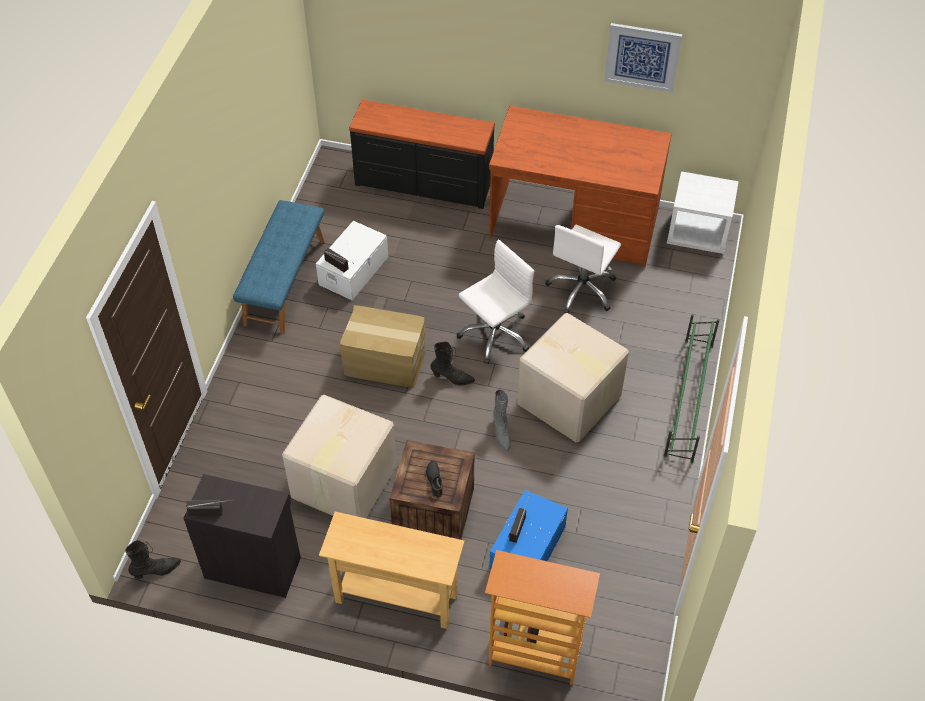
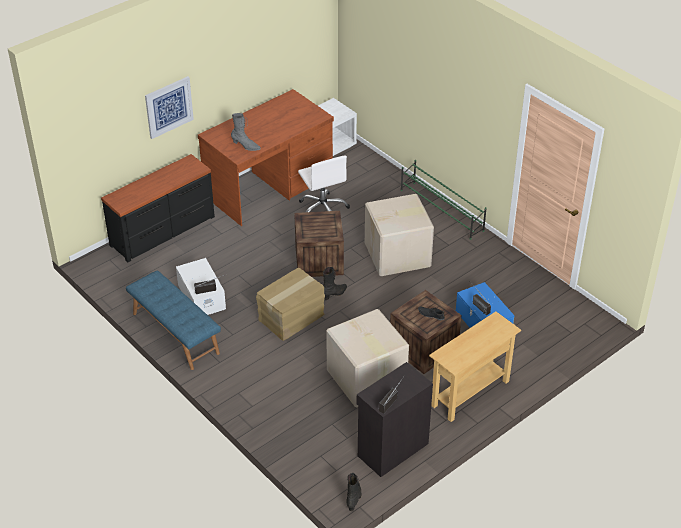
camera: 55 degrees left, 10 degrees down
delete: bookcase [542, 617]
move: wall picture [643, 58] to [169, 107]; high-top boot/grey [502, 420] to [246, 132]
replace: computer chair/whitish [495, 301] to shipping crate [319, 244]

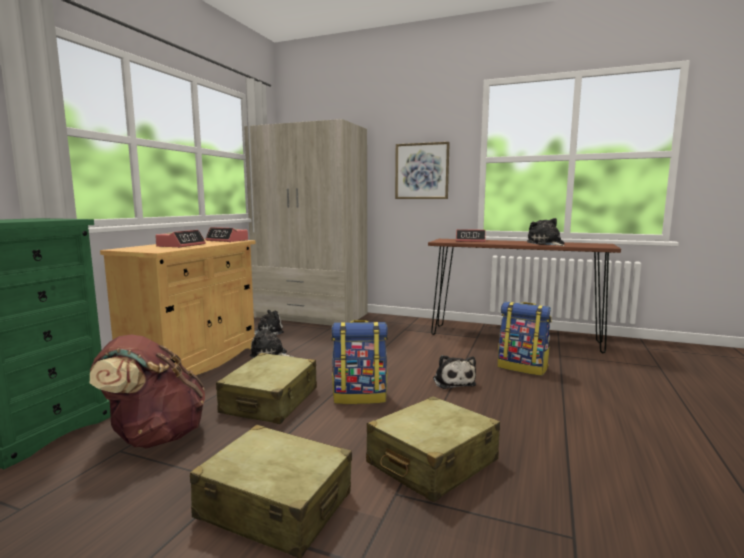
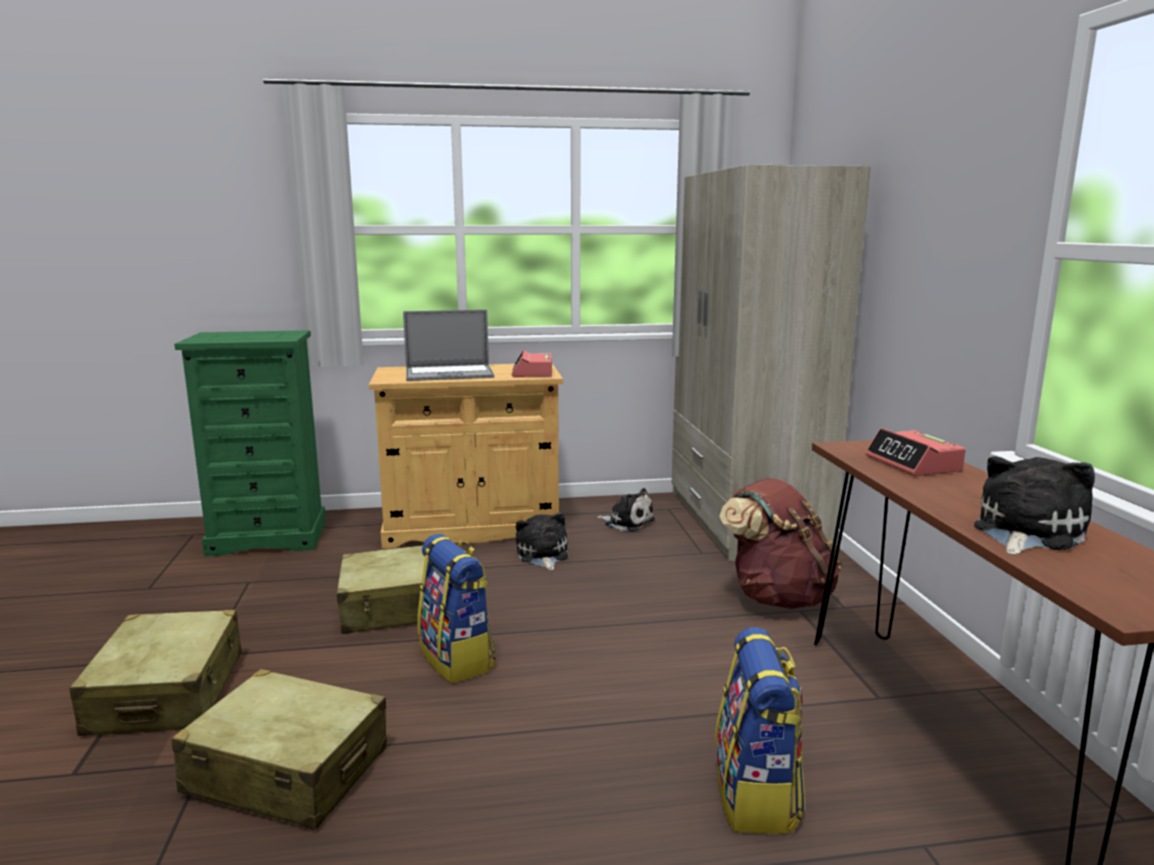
camera: 60 degrees right, 5 degrees up
delete: wall picture [422, 170]; cuddly toy [454, 372]
move: backpack/brown [147, 391] to [781, 543]
replace: table clock [180, 239] to notebook computer [448, 345]

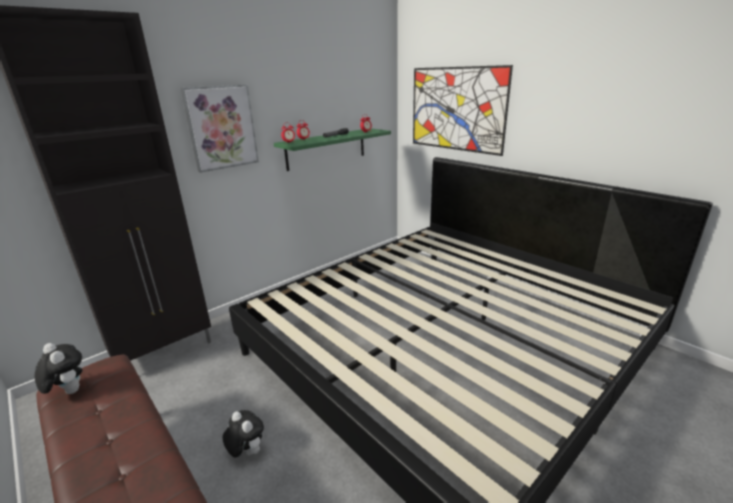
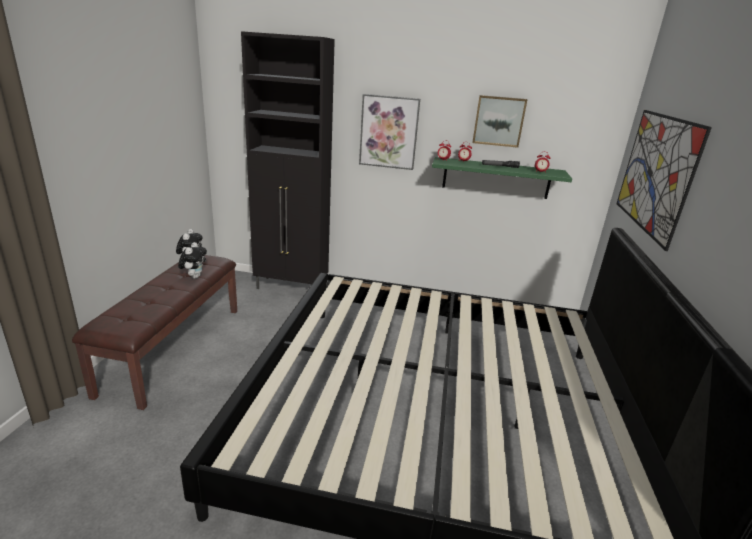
camera: 50 degrees right, 0 degrees up
insert: wall picture [499, 121]
move: cuddly toy [243, 434] to [192, 260]

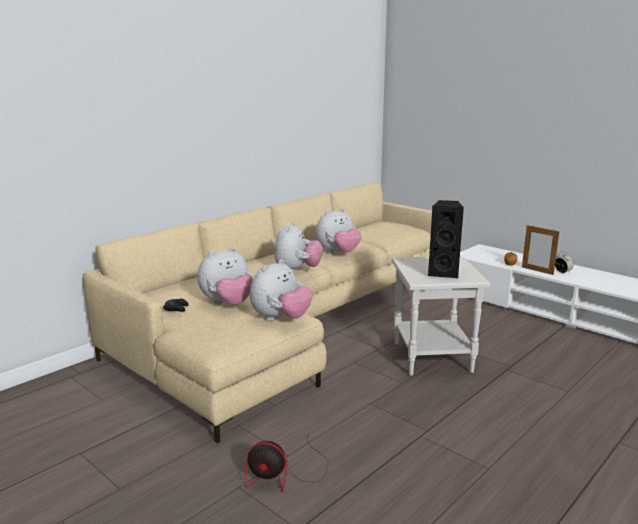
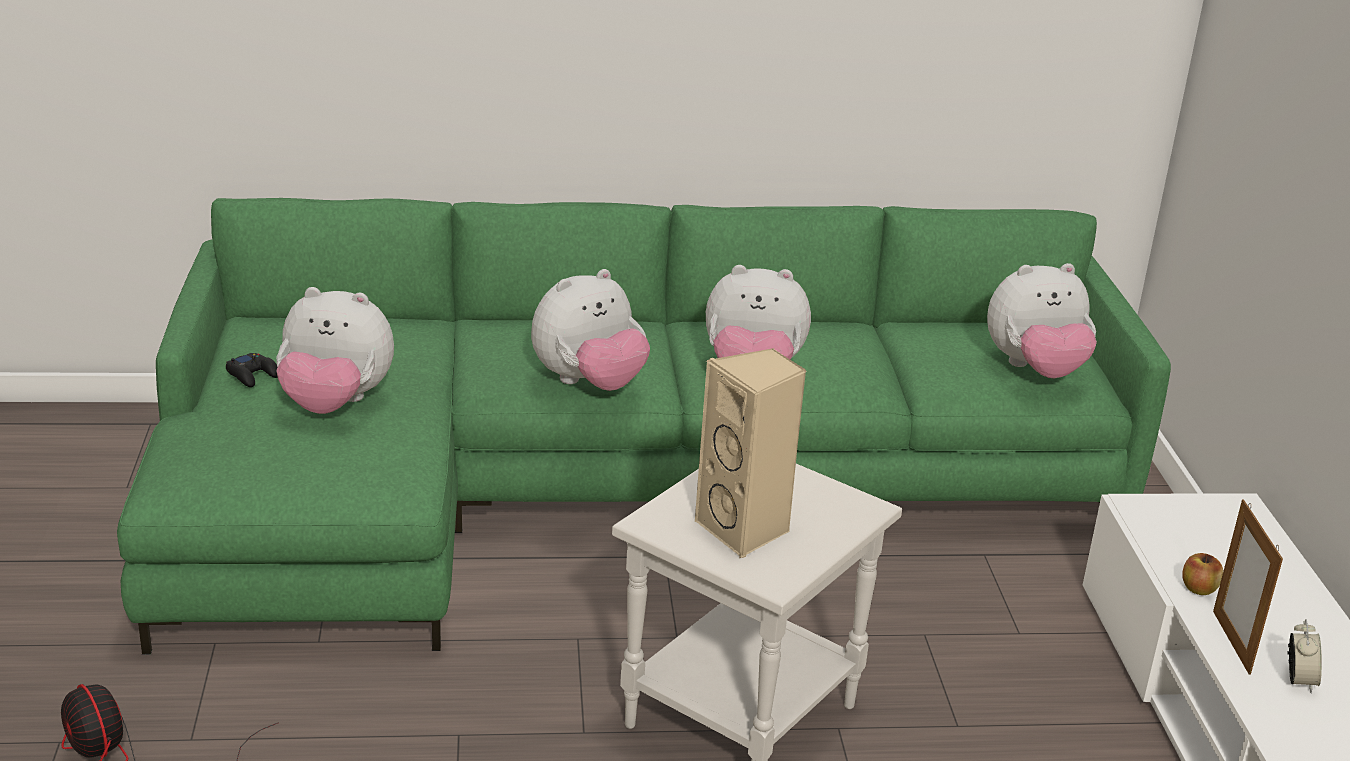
camera: 40 degrees right, 10 degrees up
move: cuddly toy [281, 290] to [1042, 320]
recolor: couch/beige-coloured [257, 313] to couch/green [644, 426]; loudspeaker/blackish [446, 239] to loudspeaker/beige-coloured [750, 453]

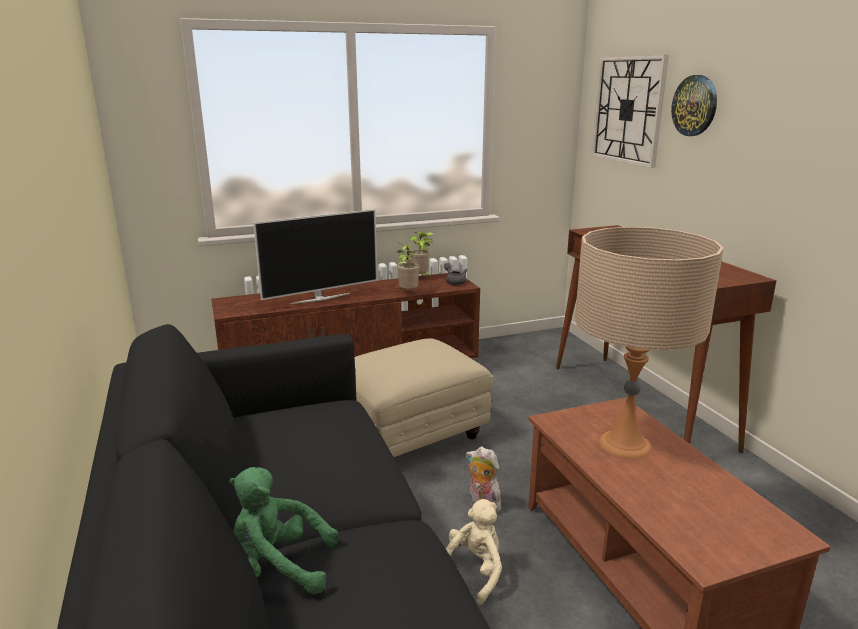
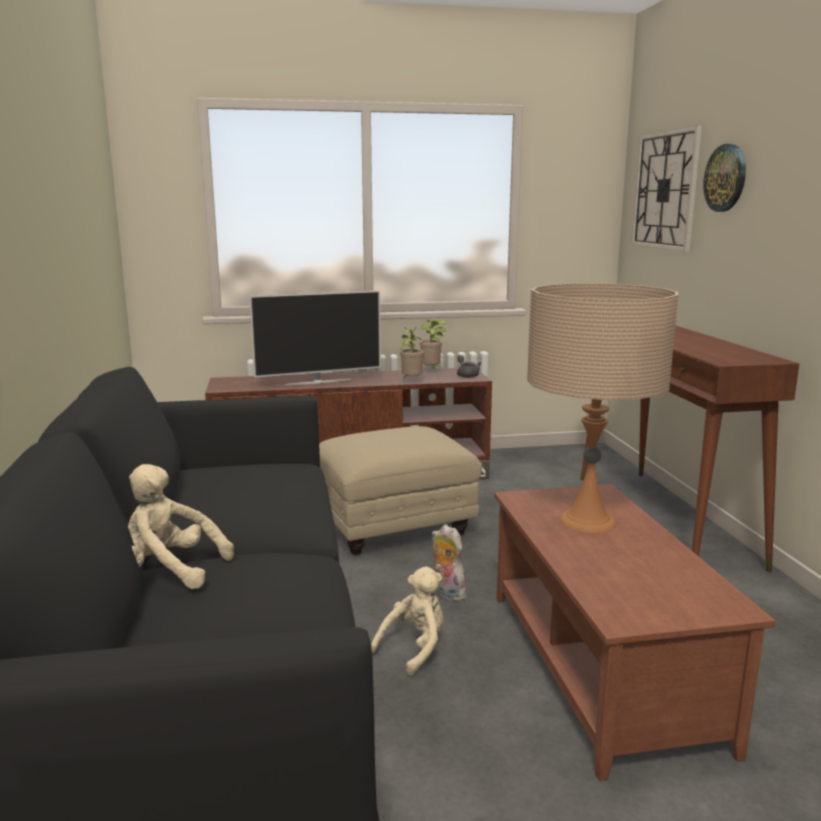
camera: 10 degrees right, 5 degrees down
recolor: cuddly toy/green [284, 530] to cuddly toy/beige-coloured [181, 526]

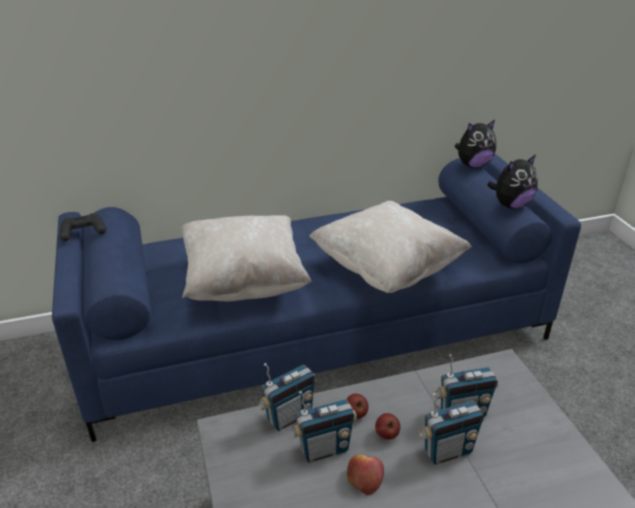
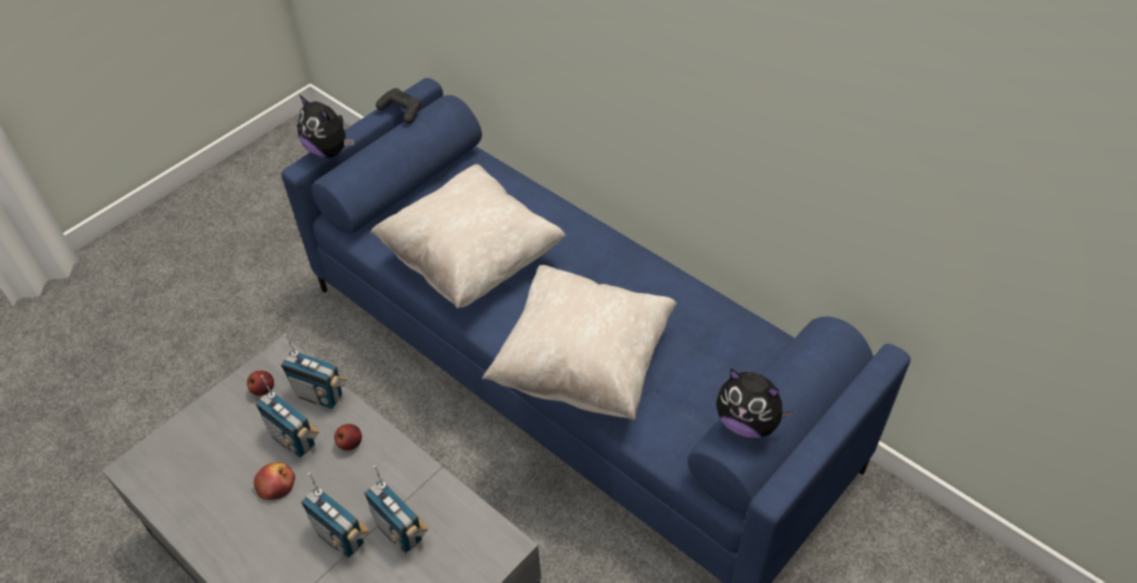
camera: 60 degrees right, 15 degrees up
move: cuddly toy [475, 144] to [325, 126]; whole apple [387, 426] to [260, 383]

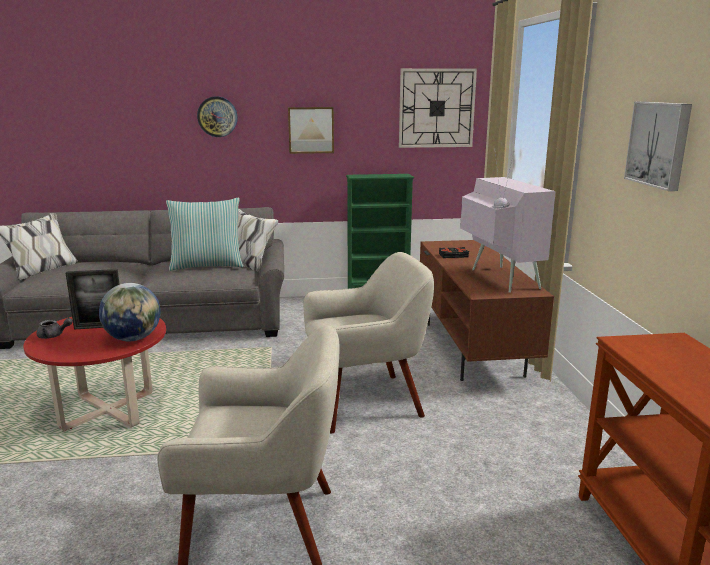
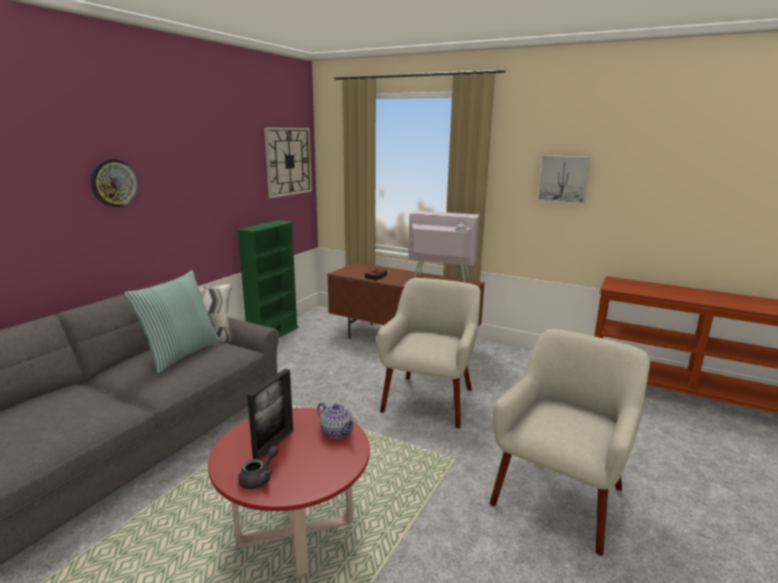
camera: 55 degrees left, 0 degrees up
delete: wall picture [311, 130]
replace: world globe [130, 312] to tea pot [336, 420]

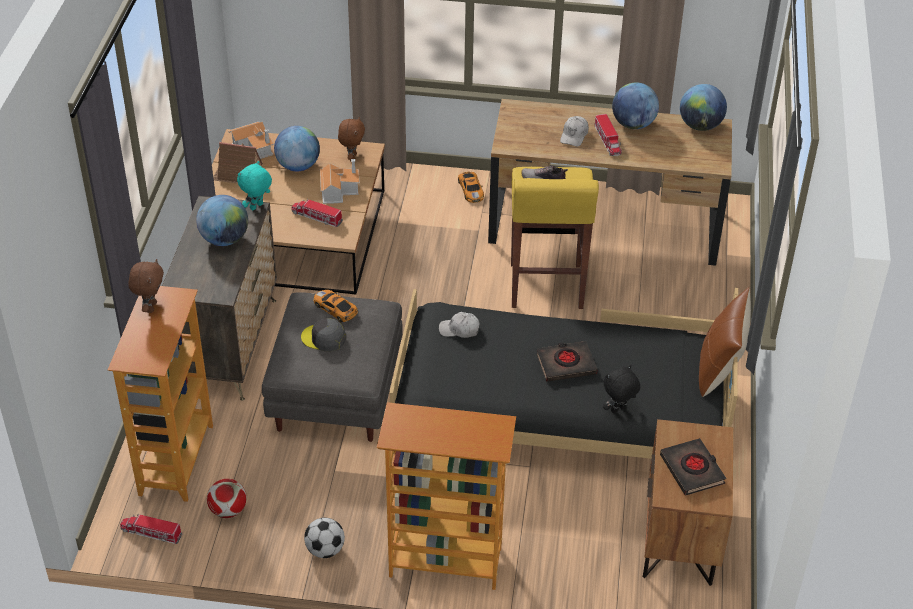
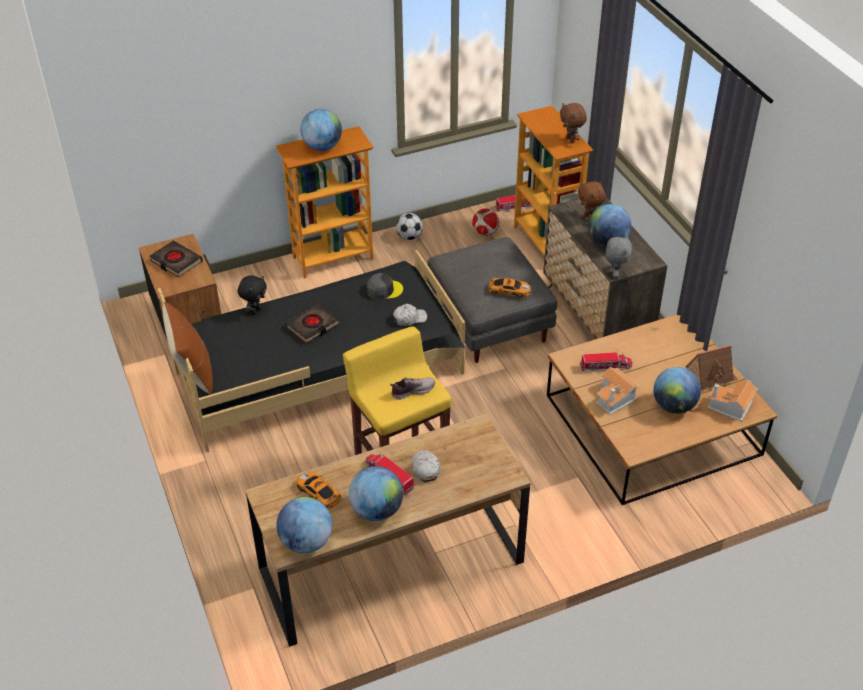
camera: 150 degrees right, 0 degrees up
insert: world globe [321, 130]
move: cuddly toy/brown [351, 139] to [592, 201]; miniature car [471, 187] to [318, 490]; cap/grey [323, 335] to [385, 286]
recolor: cuddly toy/turquoise-coloured [254, 185] to cuddly toy/grey [619, 257]

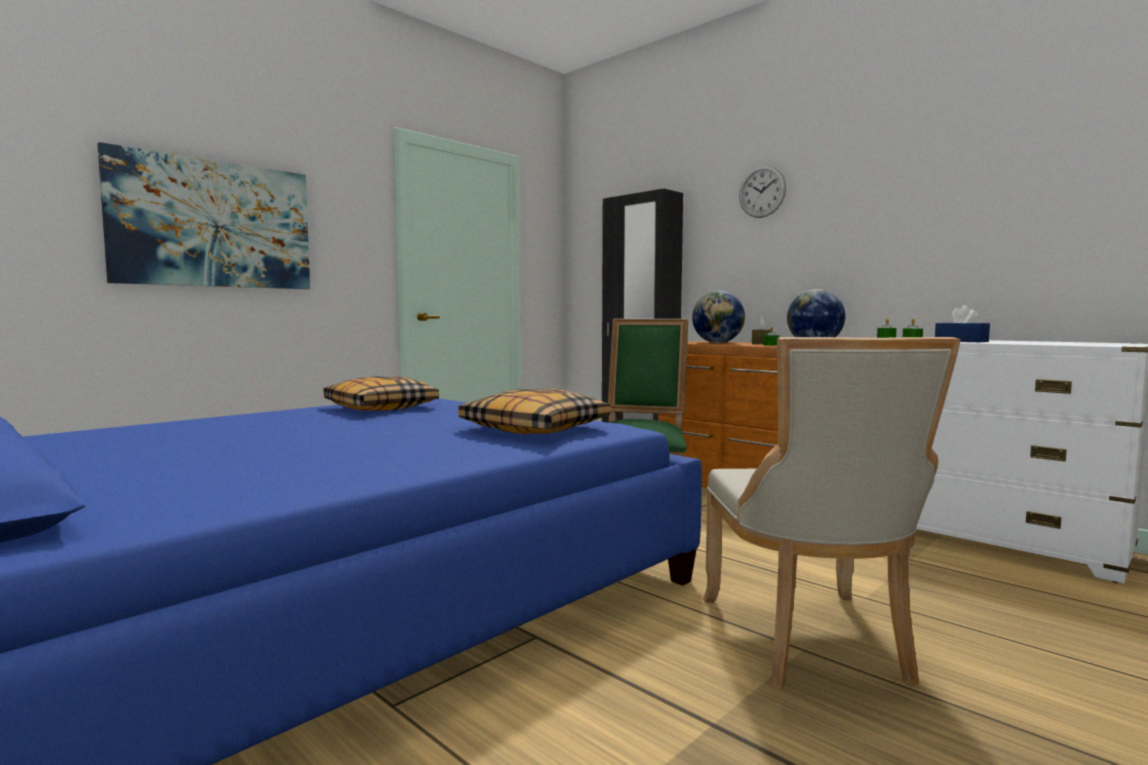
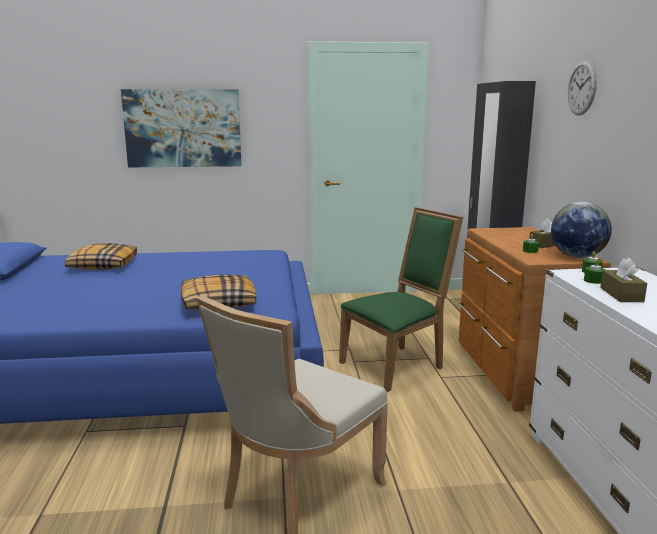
camera: 40 degrees right, 10 degrees up
delete: world globe [718, 317]
move: cushion [381, 393] to [101, 256]
recolor: tissue box/bluish [962, 323] to tissue box/brown [623, 280]

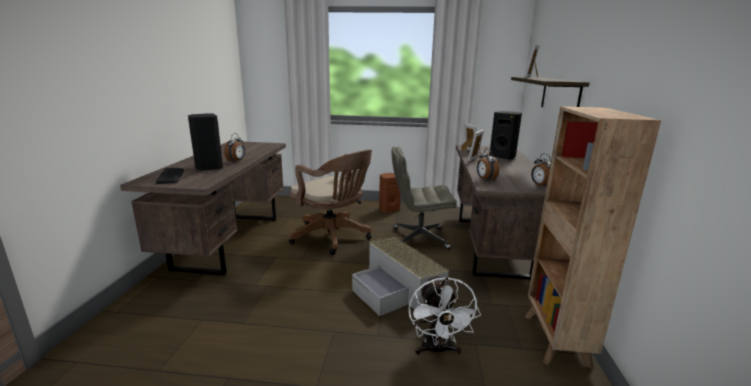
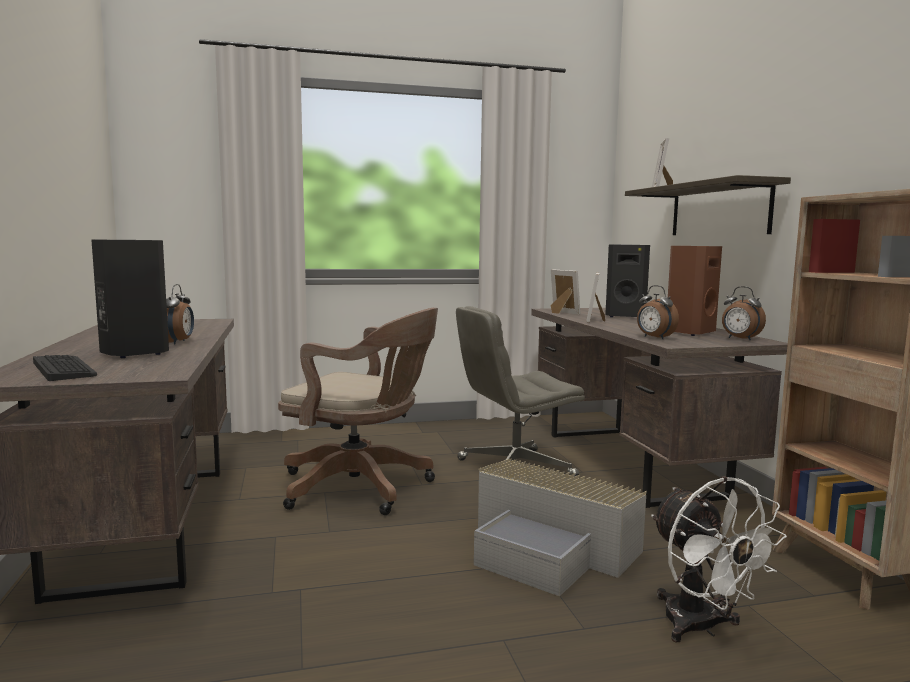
camera: 20 degrees left, 10 degrees down
move: loudspeaker/brown [390, 193] to [695, 291]

